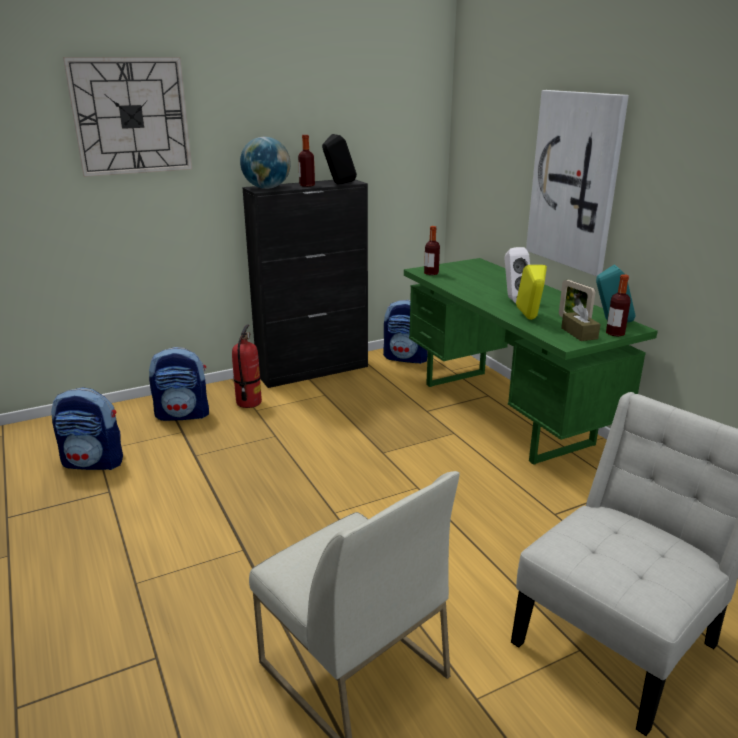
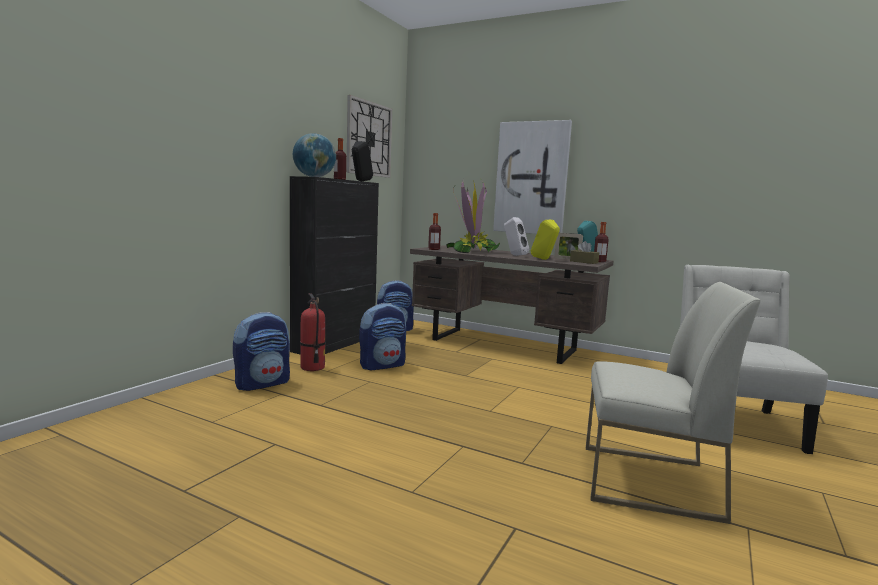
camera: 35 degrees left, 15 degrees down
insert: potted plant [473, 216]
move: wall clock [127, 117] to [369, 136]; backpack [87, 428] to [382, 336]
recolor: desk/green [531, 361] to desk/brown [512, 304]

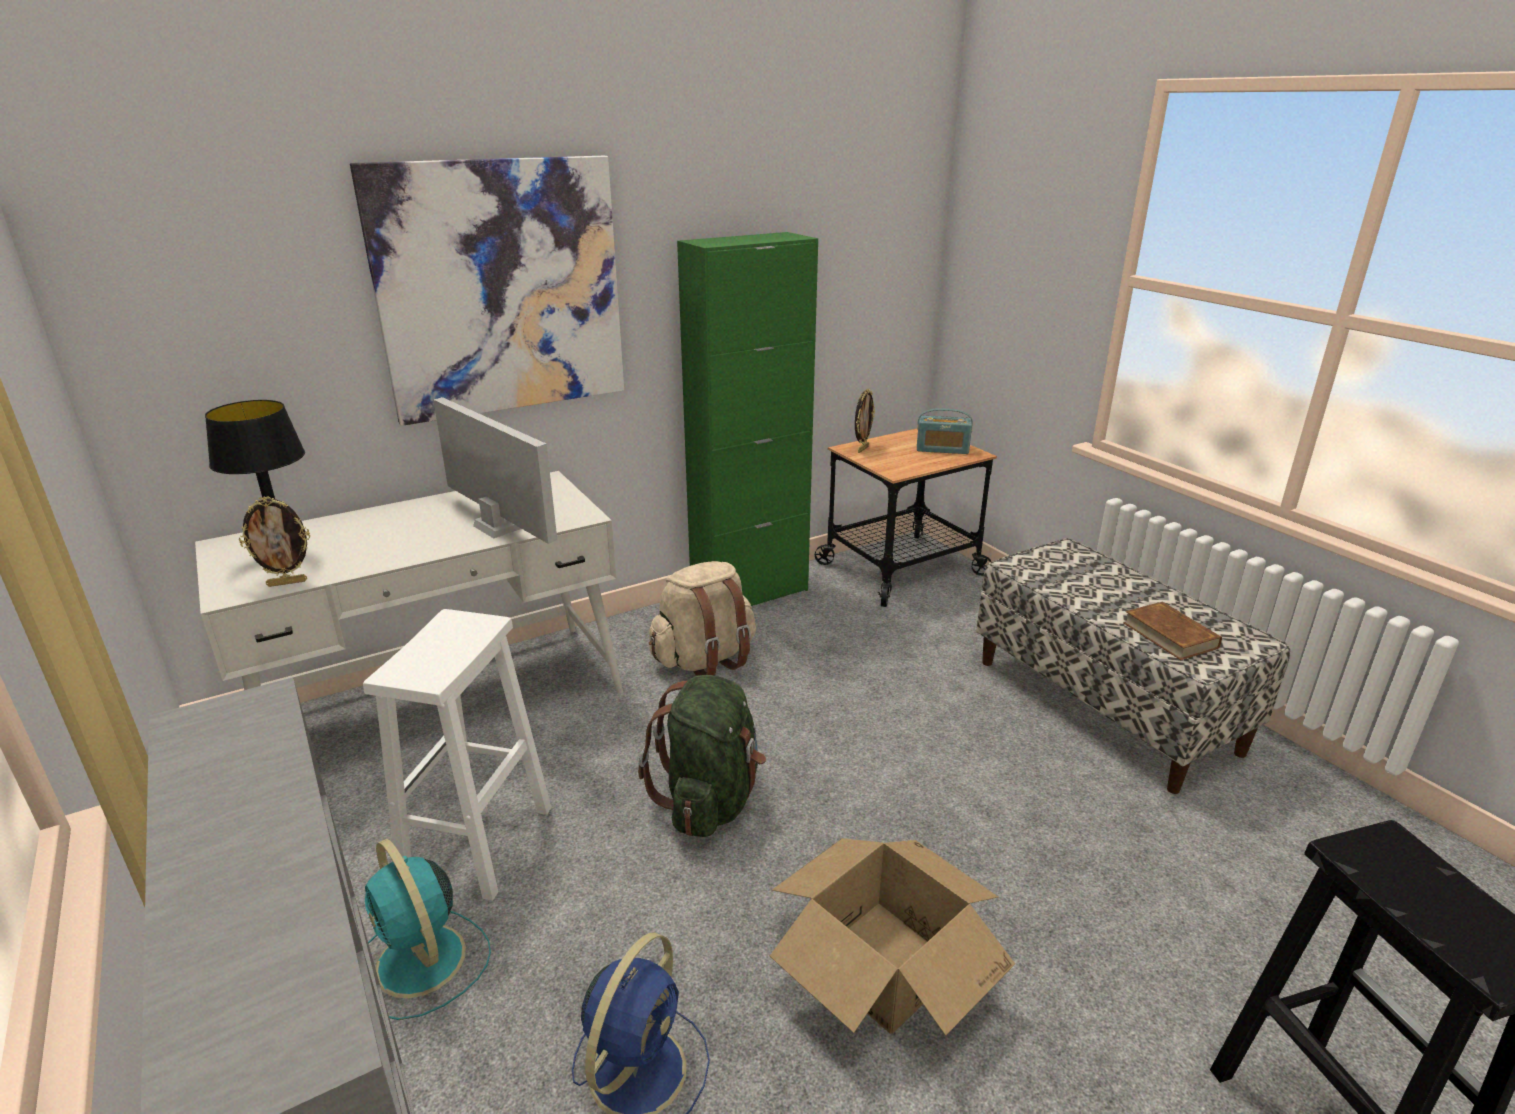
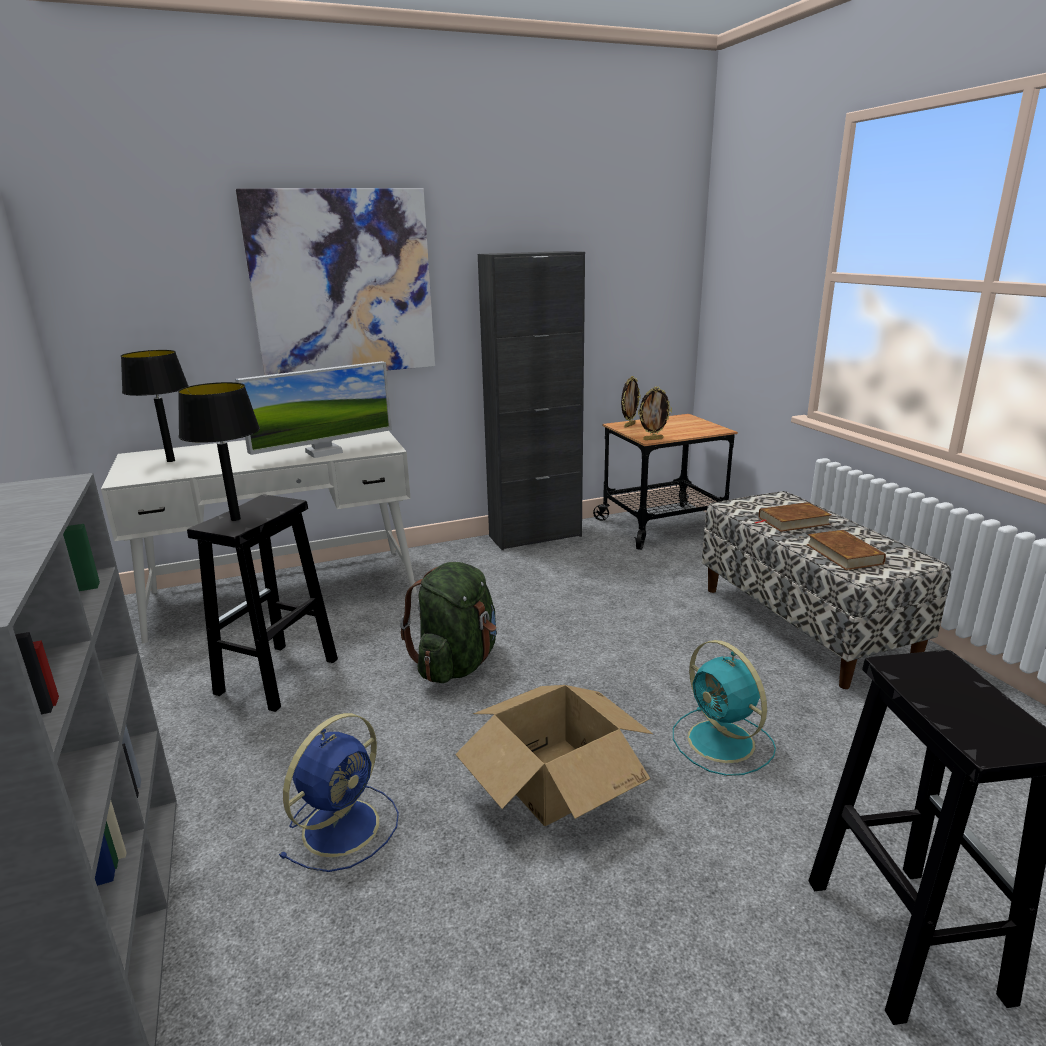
camera: 10 degrees right, 5 degrees down
delete: radio receiver [945, 431]; backpack/beige-coloured [702, 618]
insert: table lamp/blackish [219, 451]; bound book/brown [793, 517]
move: picture frame [274, 541] to [655, 413]; cooling fan/turquoise-coloured [428, 929] to [724, 708]
recolor: storage cabinet/green [747, 419] to storage cabinet/blackish [531, 400]; stool/whitish [457, 755] to stool/blackish [262, 603]
rotate: monitor [495, 470] = [313, 409] 90 degrees clockwise

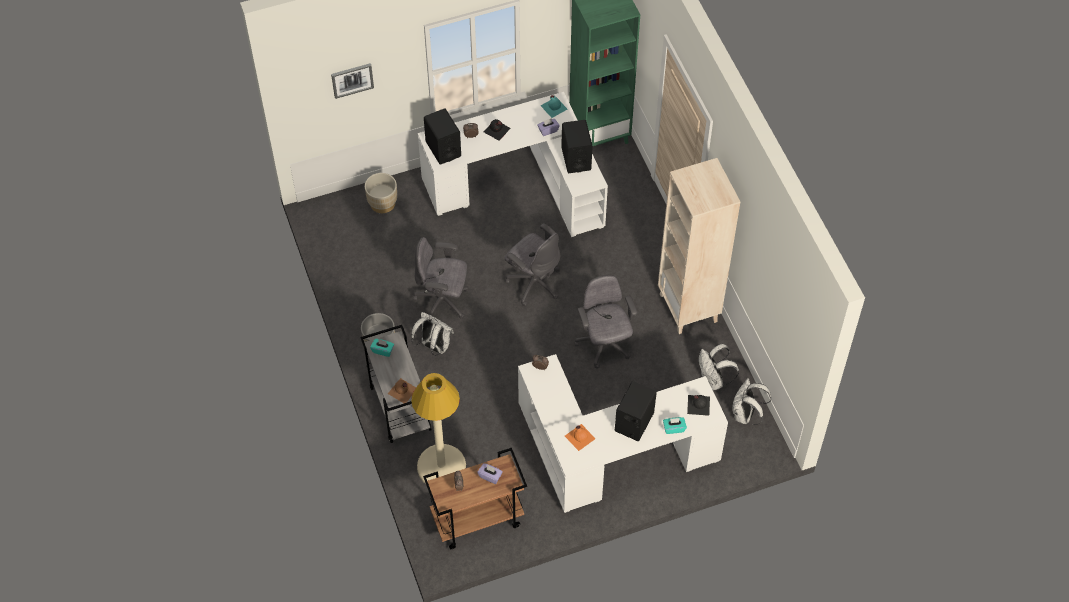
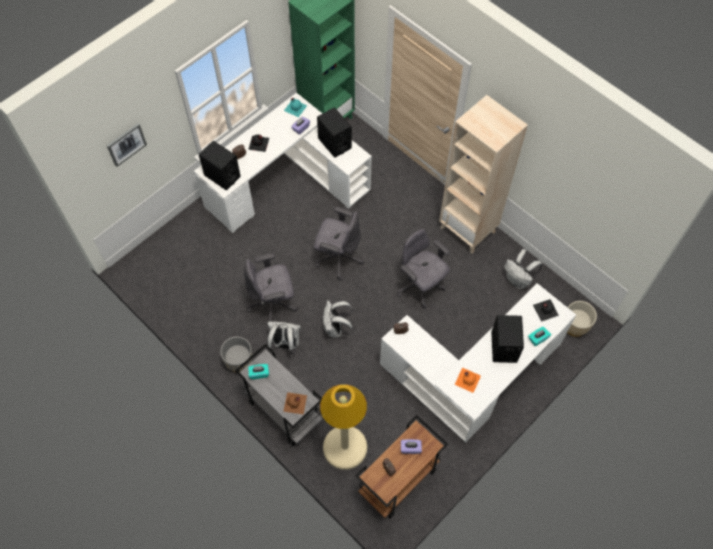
camera: 25 degrees left, 5 degrees up
move: planter/beige-coloured [381, 193] to [582, 319]; backpack/whitish [751, 401] to [338, 319]

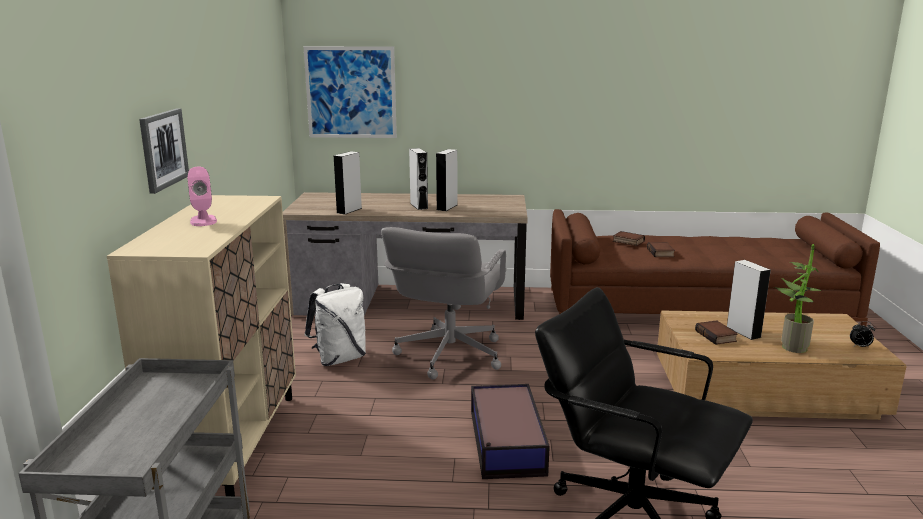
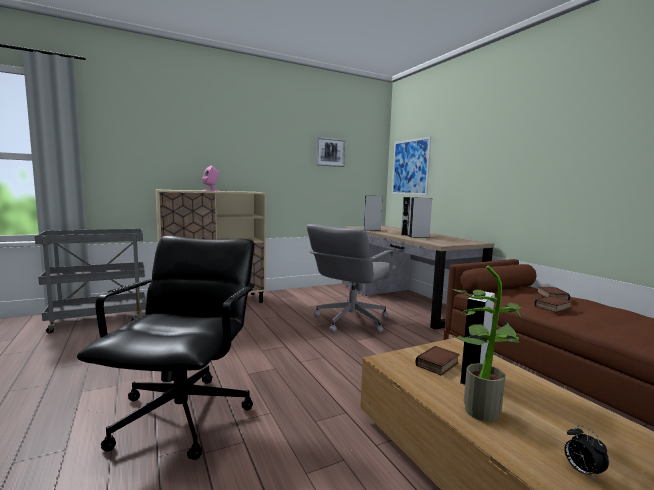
camera: 60 degrees right, 10 degrees down
delete: backpack/whitish [335, 324]; storage bin [510, 431]
move: wall picture [164, 151] to [330, 152]
rotate: computer chair/grey [443, 303] = [351, 278] 45 degrees counterclockwise

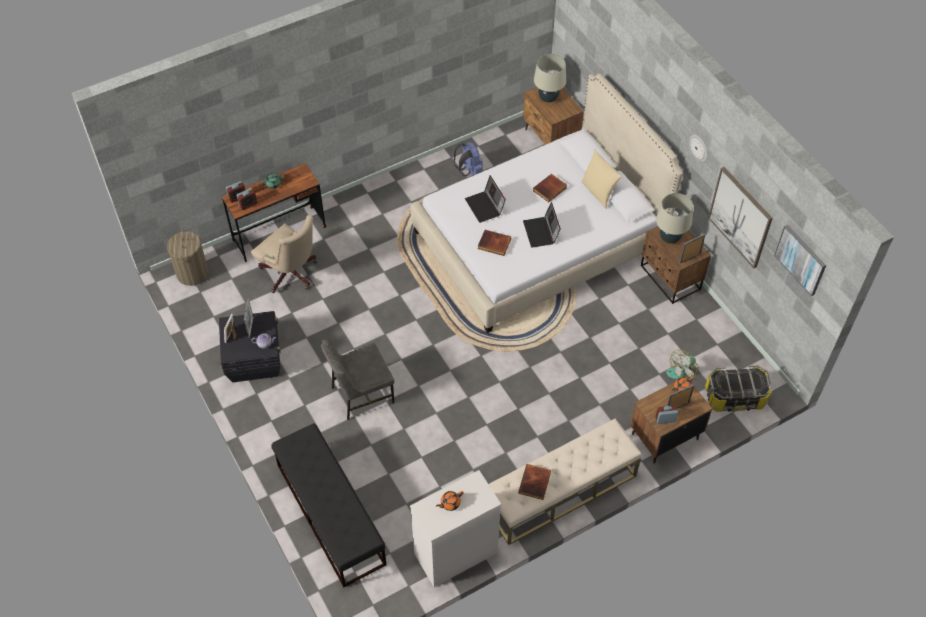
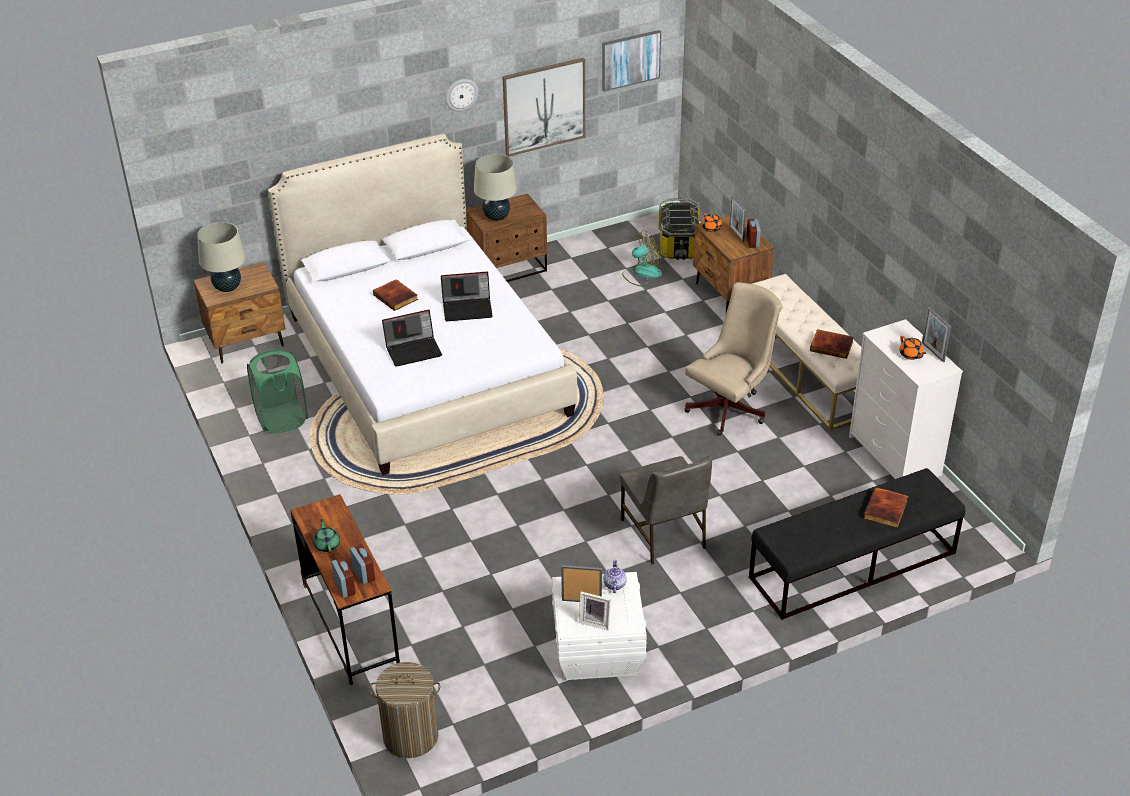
camera: 85 degrees left, 15 degrees down
delete: cushion/beige-coloured [601, 179]
move: computer chair/beige-coloured [284, 254] to [733, 359]; bound book [494, 243] to [885, 507]; picture frame [692, 248] to [936, 334]
replace: backpack/bluish [468, 159] to laundry basket/green [277, 391]
recolor: storage bin/blackish [250, 346] to storage bin/whitish [599, 626]
rotate: cooling fan [682, 365] = [642, 258] 75 degrees counterclockwise

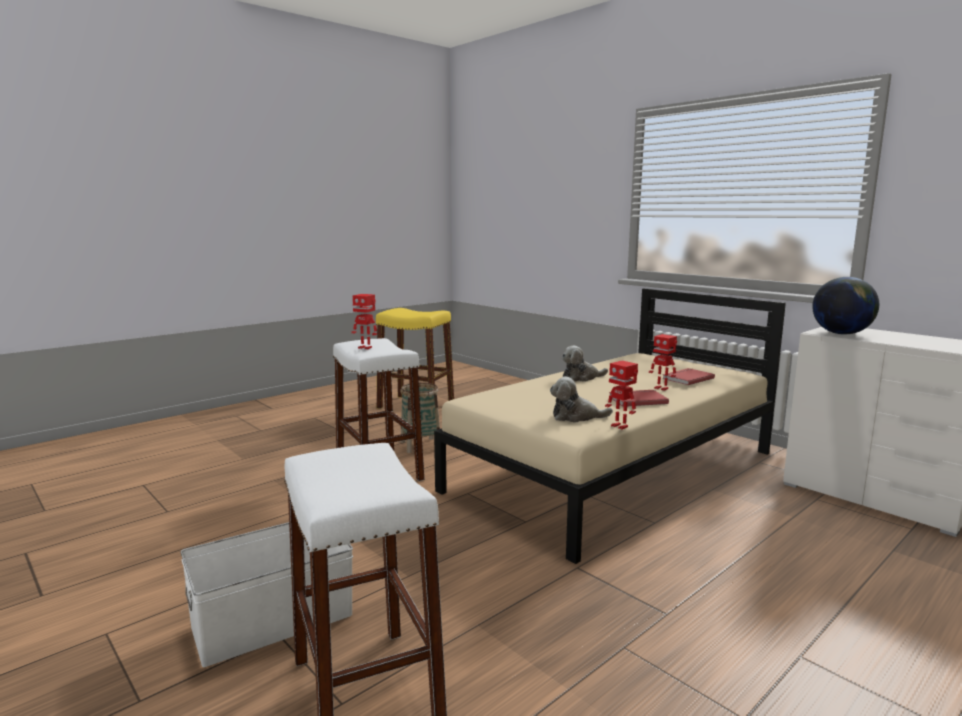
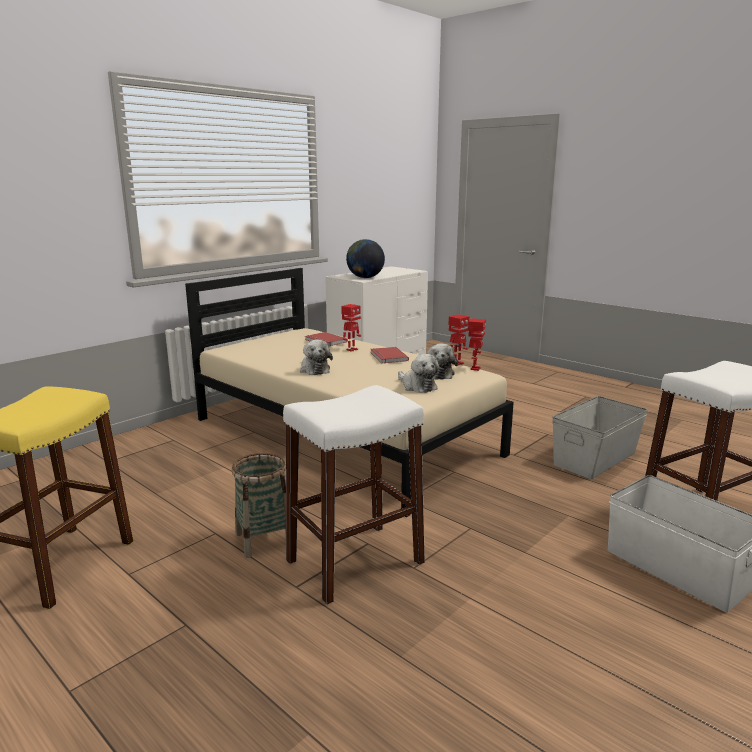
camera: 95 degrees left, 5 degrees up
insert: cuddly toy [418, 373]; storage bin/grey [600, 437]
move: robot figure [364, 321] to [477, 344]

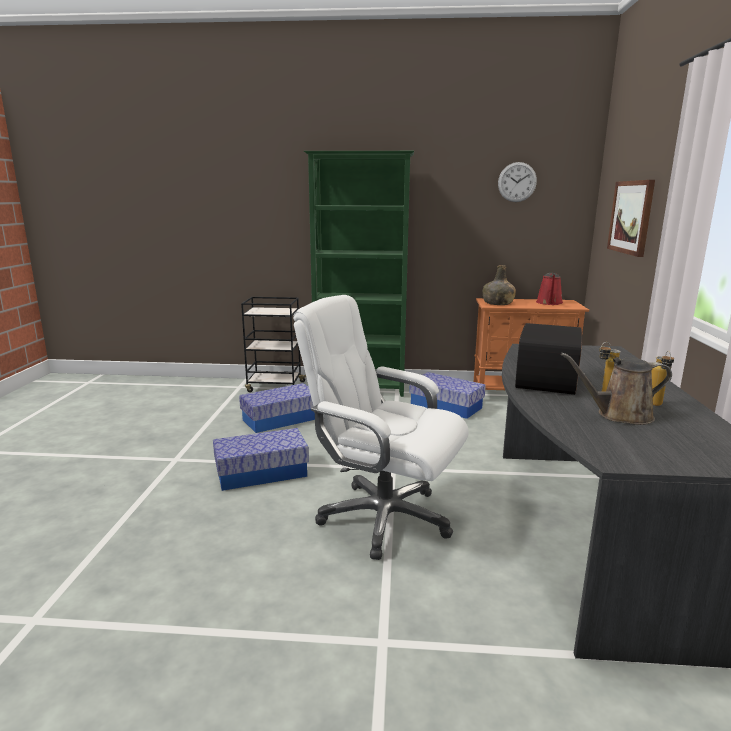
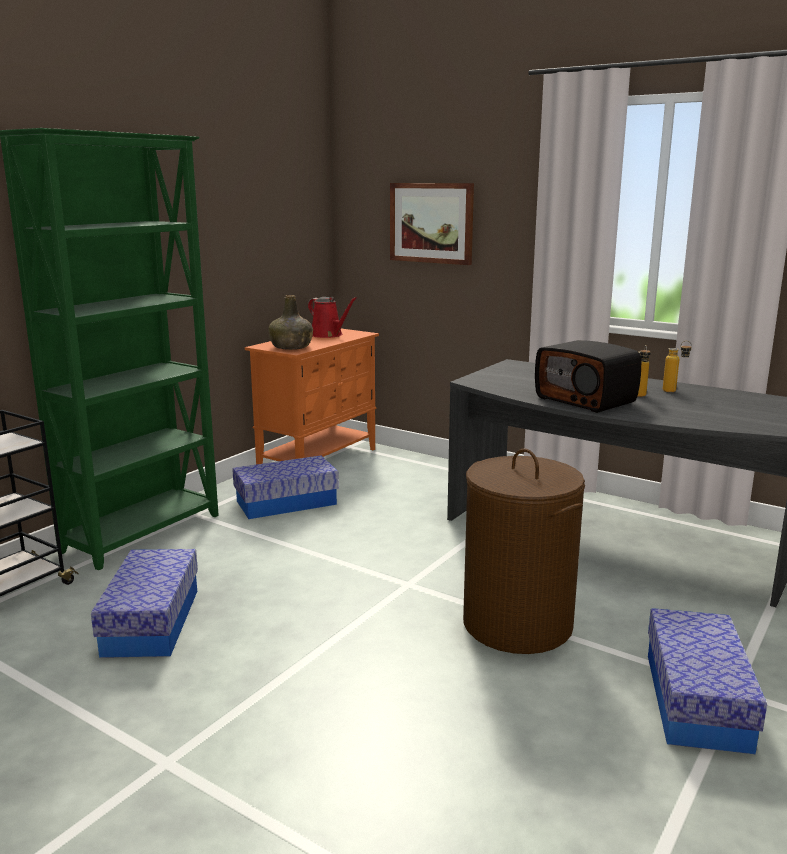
camera: 60 degrees left, 0 degrees up
delete: wall clock [517, 182]; watering can/brown [616, 389]
move: storage bin [261, 459] to [707, 681]
replace: computer chair/whitish [381, 427] to laundry basket/brown [524, 551]

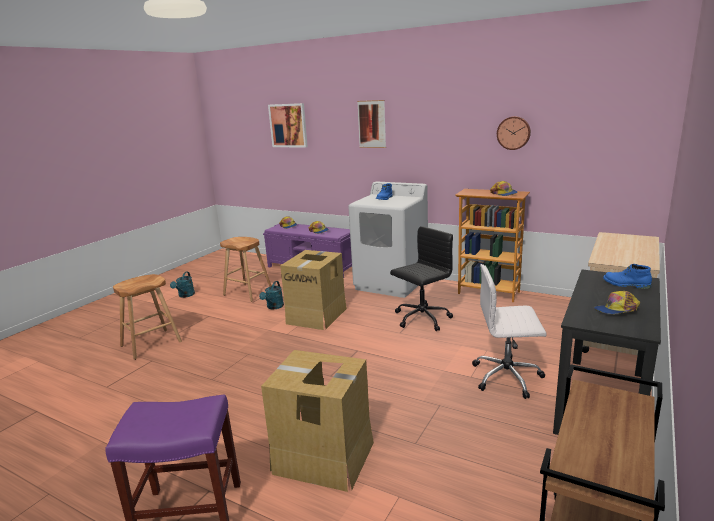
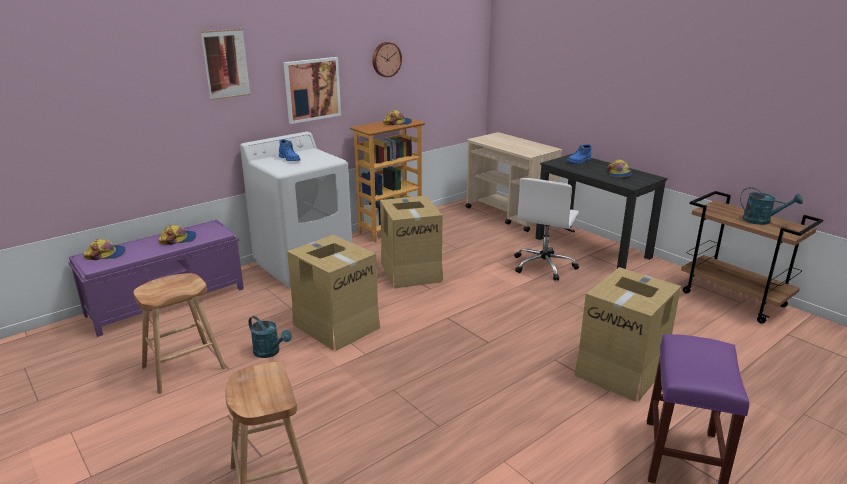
camera: 70 degrees left, 5 degrees up
move: wall picture [288, 125] to [312, 90]; watering can/turquoise-coloured [182, 285] to [771, 206]
replace: computer chair/blackish [421, 278] to carton [411, 242]

